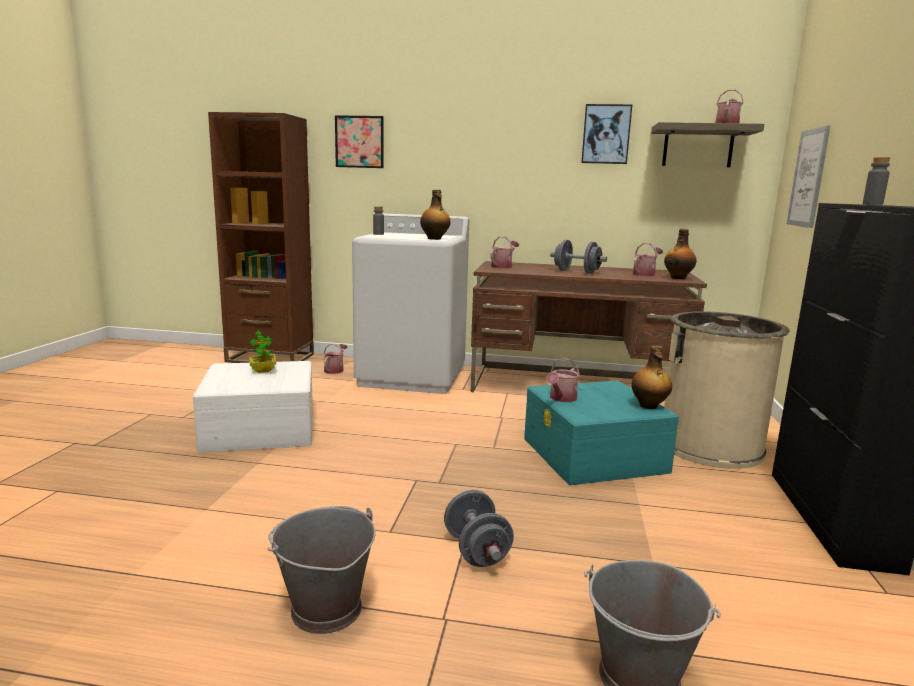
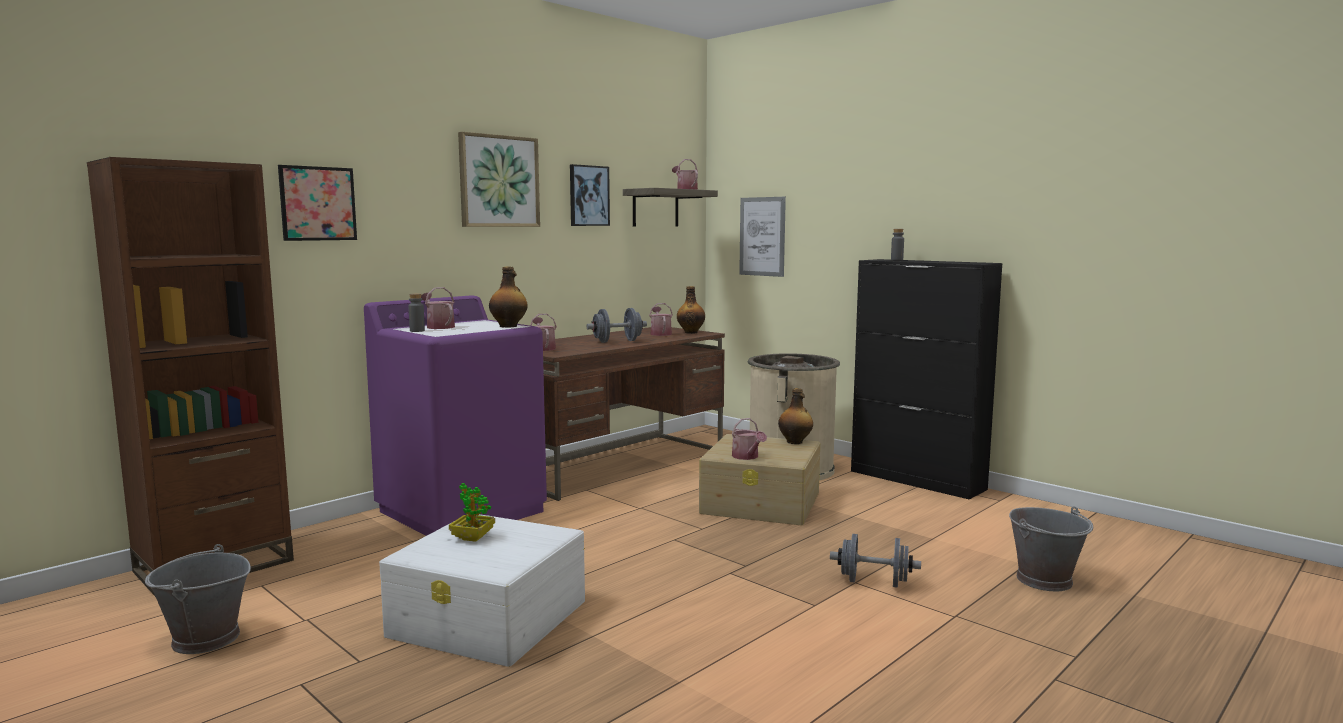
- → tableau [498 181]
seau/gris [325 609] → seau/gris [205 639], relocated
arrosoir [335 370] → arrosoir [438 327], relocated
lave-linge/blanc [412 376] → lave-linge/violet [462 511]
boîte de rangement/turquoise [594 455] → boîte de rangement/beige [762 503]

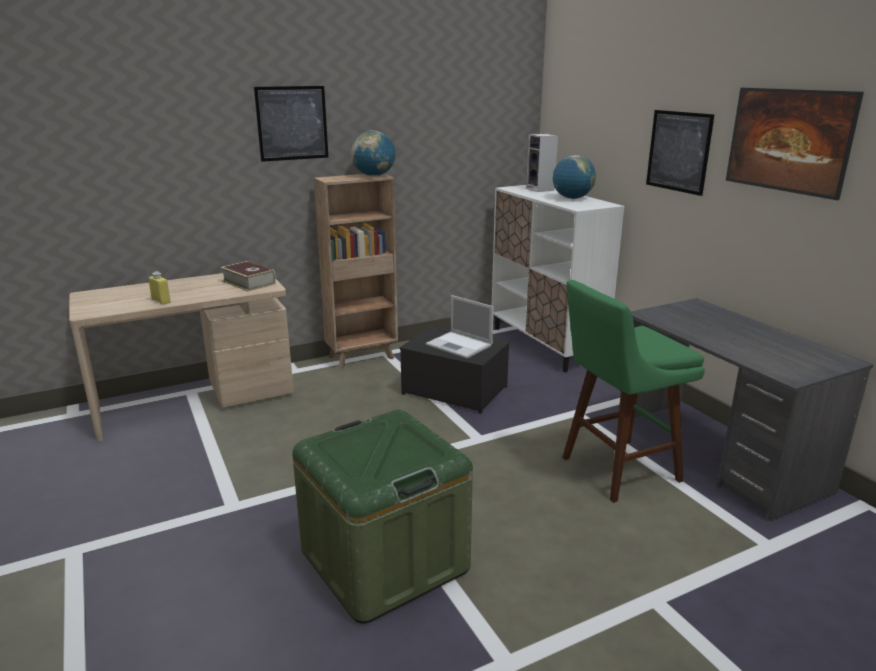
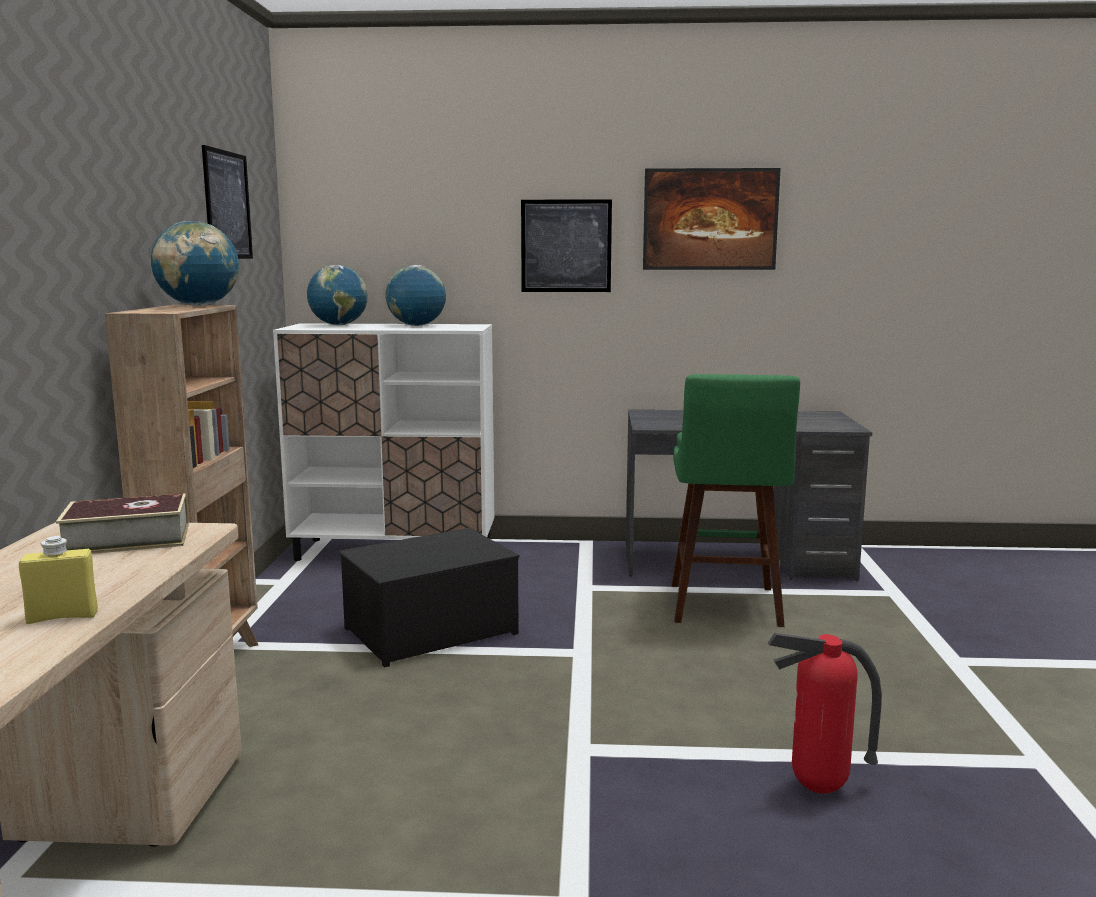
ordinateur portable [460 345] → -
tableau [292 123] → tableau [227 205], relocated
boîte de rangement/vert [384 560] → extincteur [819 789]
enceinte [541 189] → globe [338 325]

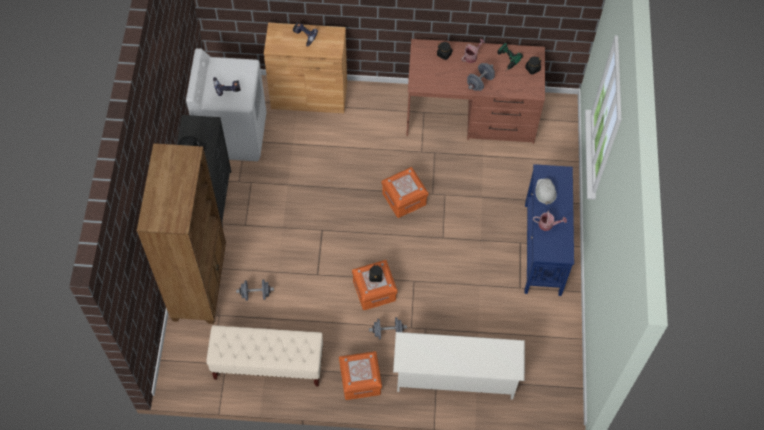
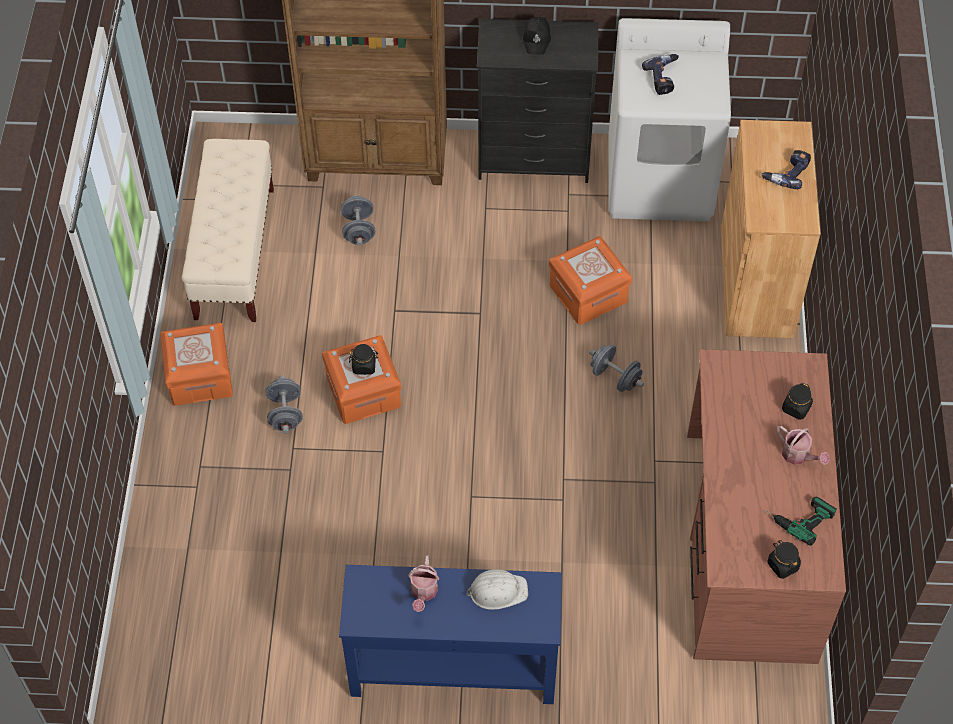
étagère à chaussures/blanc [455 376] → -
boîte de rangement/orange [404 199] → boîte de rangement/orange [588 293], relocated
haltère/gris [480 82] → haltère/gris [615 377], relocated

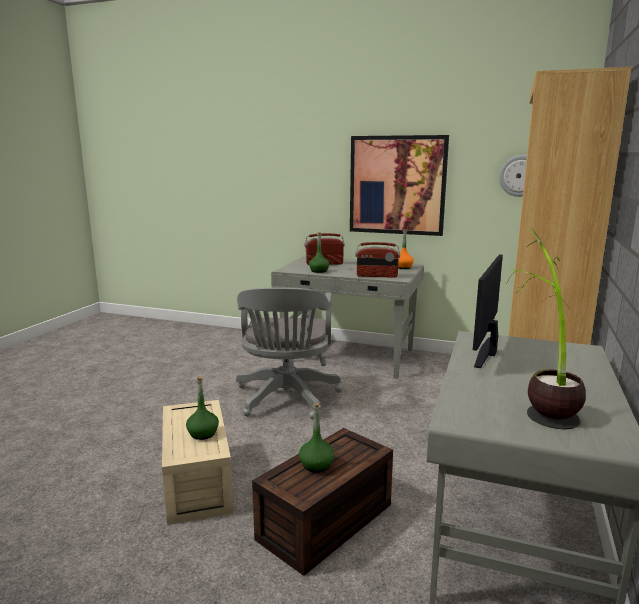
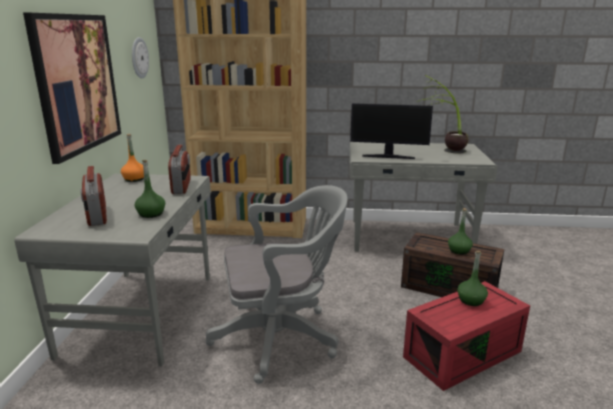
boîte de rangement/beige [199 482] → boîte de rangement/rouge [462 352]

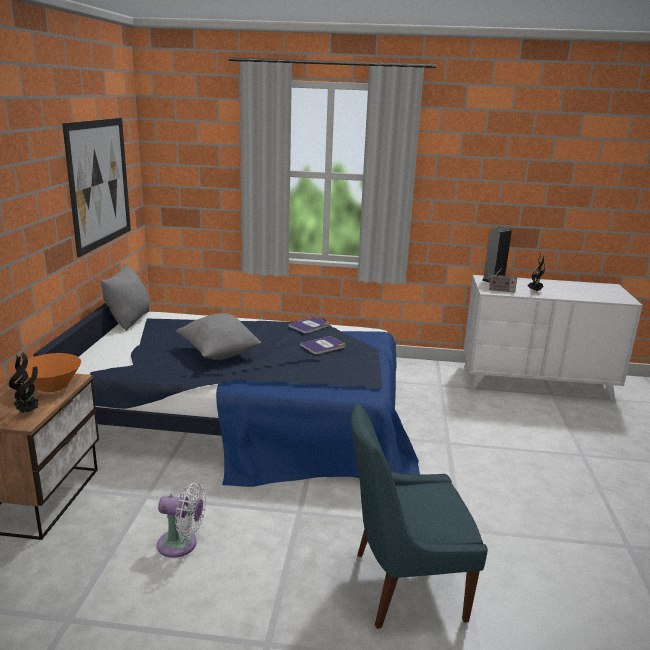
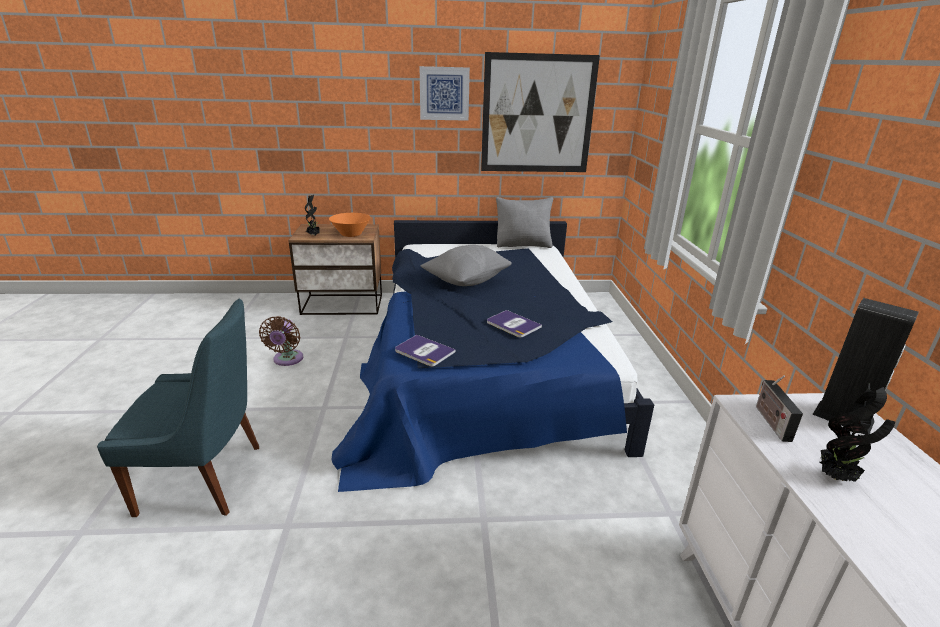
- → tableau [444 93]
livre [309 326] → livre [424 351], relocated
ventilateur/blanc [181 544] → ventilateur/marron [287 360]
chaise/bleu [403 586] → chaise/bleu [207 479], 105 degrees clockwise

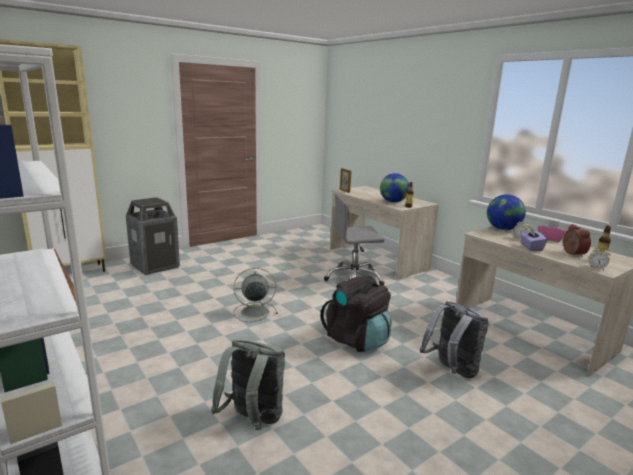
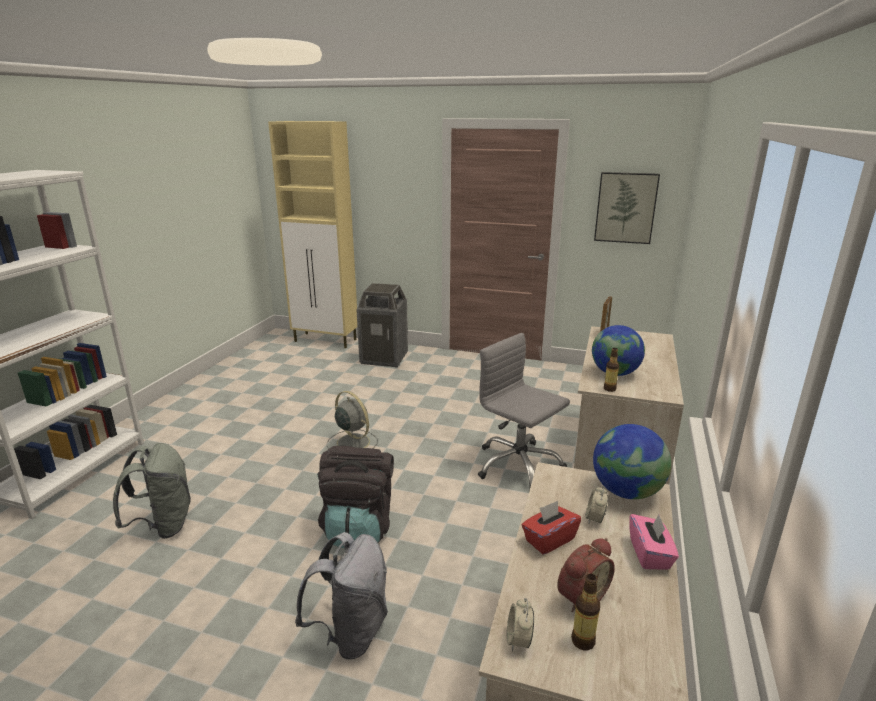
- → tableau [625 208]
boîte à mouchoirs/violet [531 247] → boîte à mouchoirs/rouge [549 540]

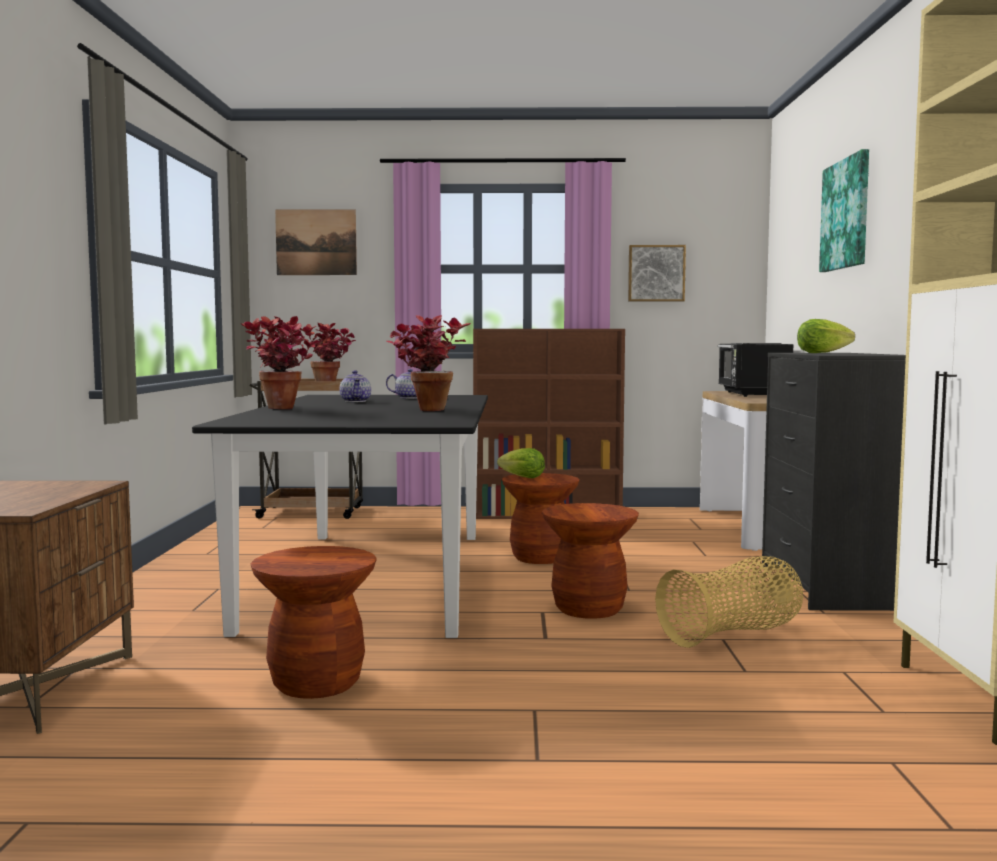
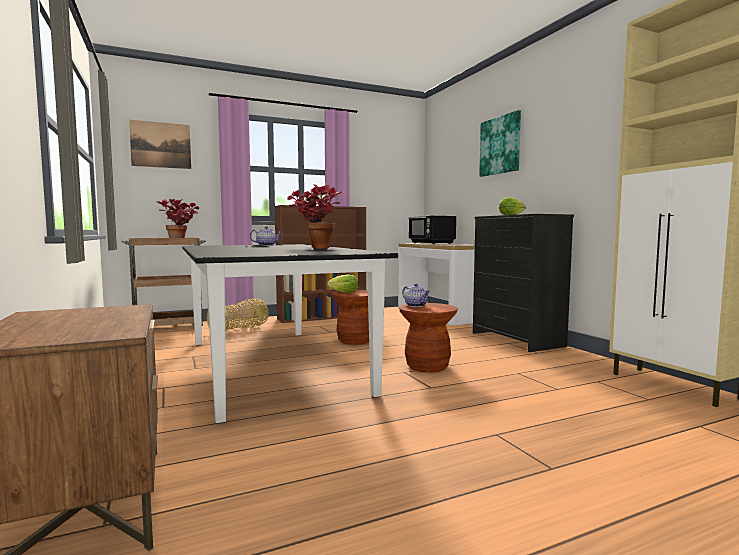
plante en pot [281 409] → -
tabouret/marron [316 683] → -
tableau [656 273] → -
théière [356 401] → théière [416 305], relocated
panier [732 634] → panier [240 330], relocated

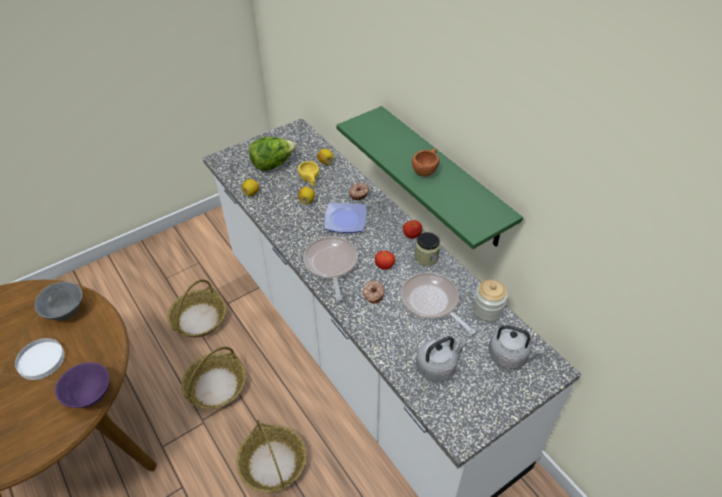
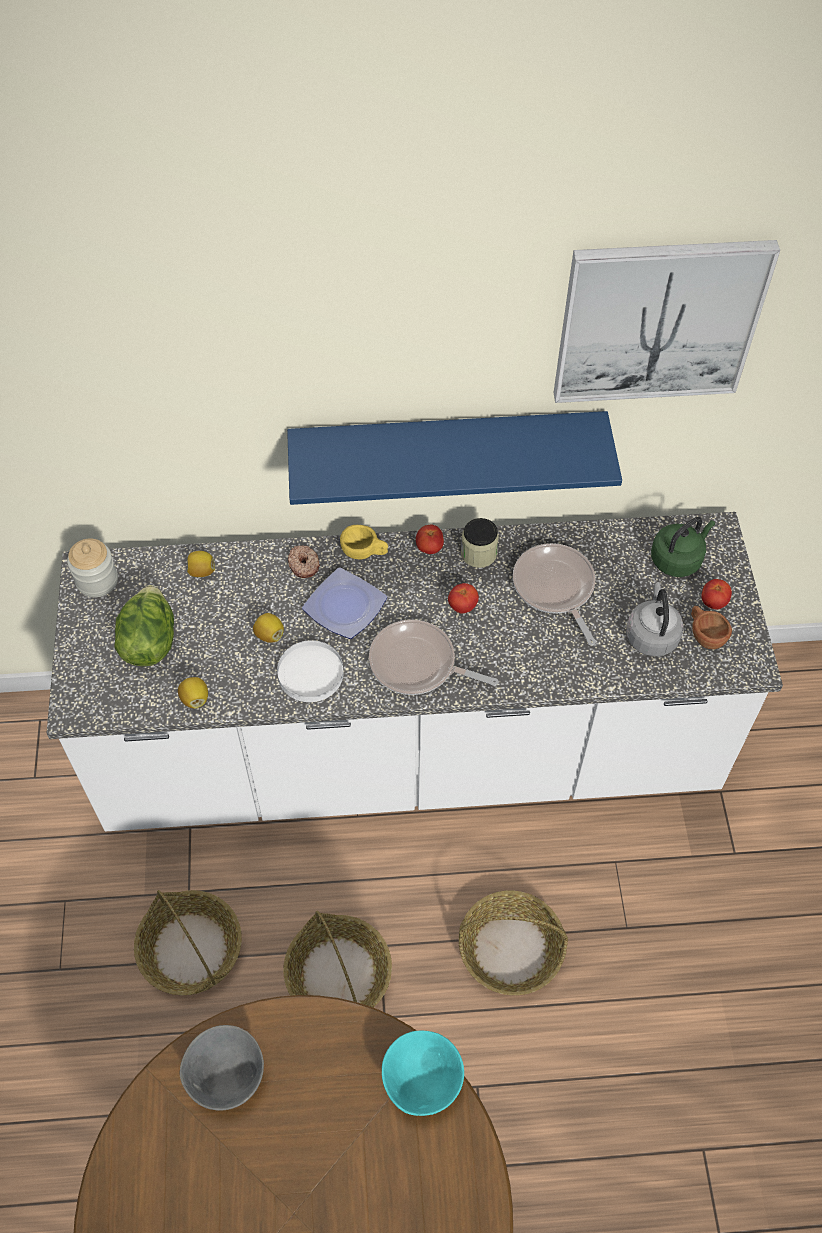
beignet [373 294] → -
- → tableau [658 320]
- → tomate [713 602]
assiette/blanc [40 360] → assiette/blanc [310 674], relocated
tasse/jaune [310 180] → tasse/jaune [364 552], relocated
tasse/marron [426 170] → tasse/marron [704 635], relocated
bocal [487 310] → bocal [97 580], relocated
bol/violet [90 397] → bol/turquoise [424 1081]
étagère/vert [443 177] → étagère/bleu [447 447]
bouilloire/gris [510 356] → bouilloire/vert [677 559]
poêle [432 302] → poêle [555 588], 75 degrees clockwise

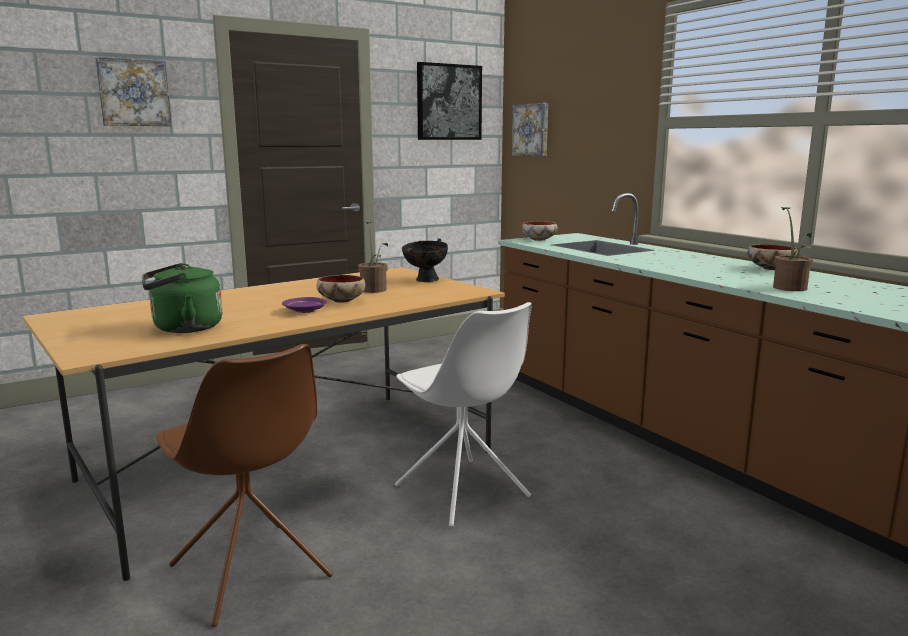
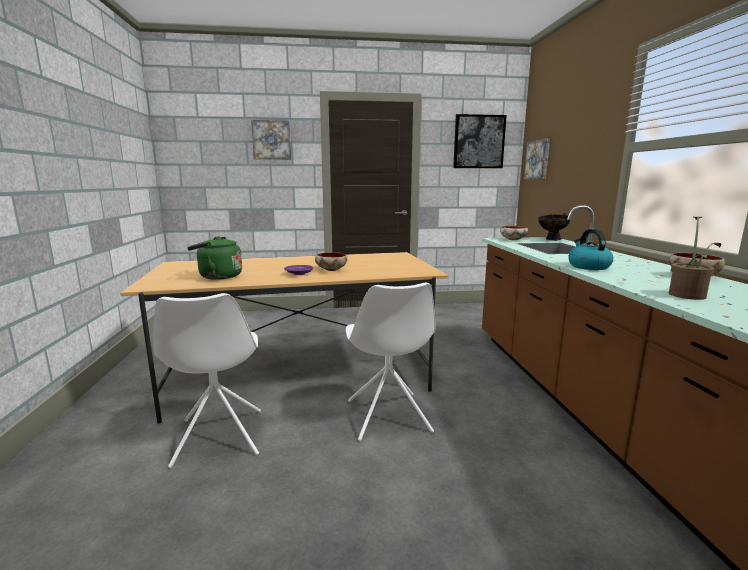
plante en pot [374 289] → -
- → bouilloire [588 266]
bol/noir [424 281] → bol/noir [551 240], relocated
chaise/marron [251 573] → chaise/blanc [218 438]

